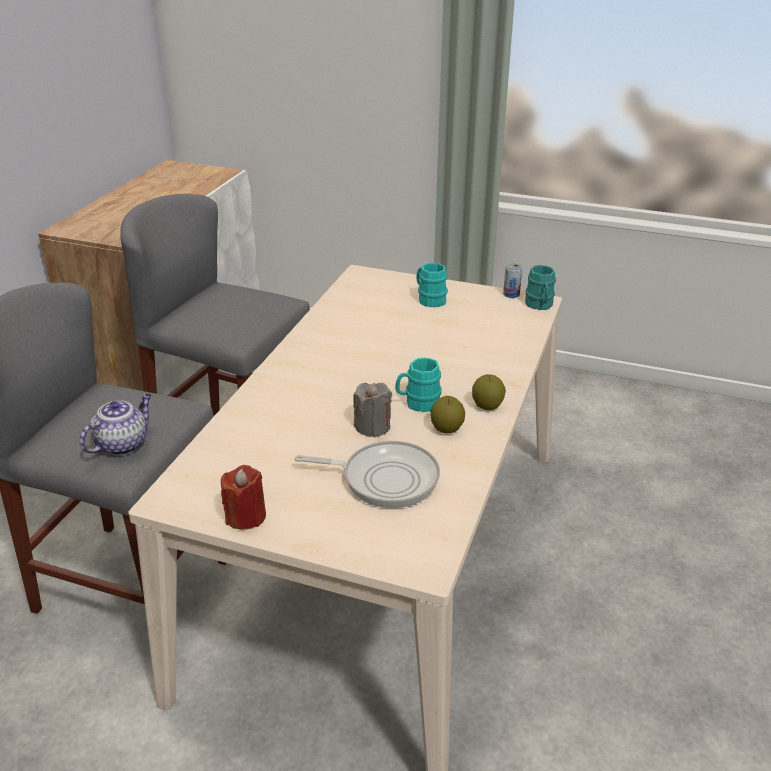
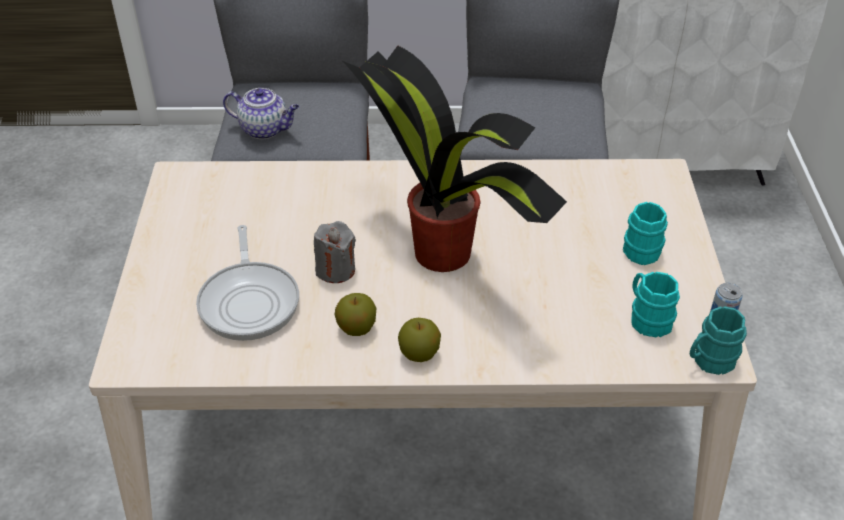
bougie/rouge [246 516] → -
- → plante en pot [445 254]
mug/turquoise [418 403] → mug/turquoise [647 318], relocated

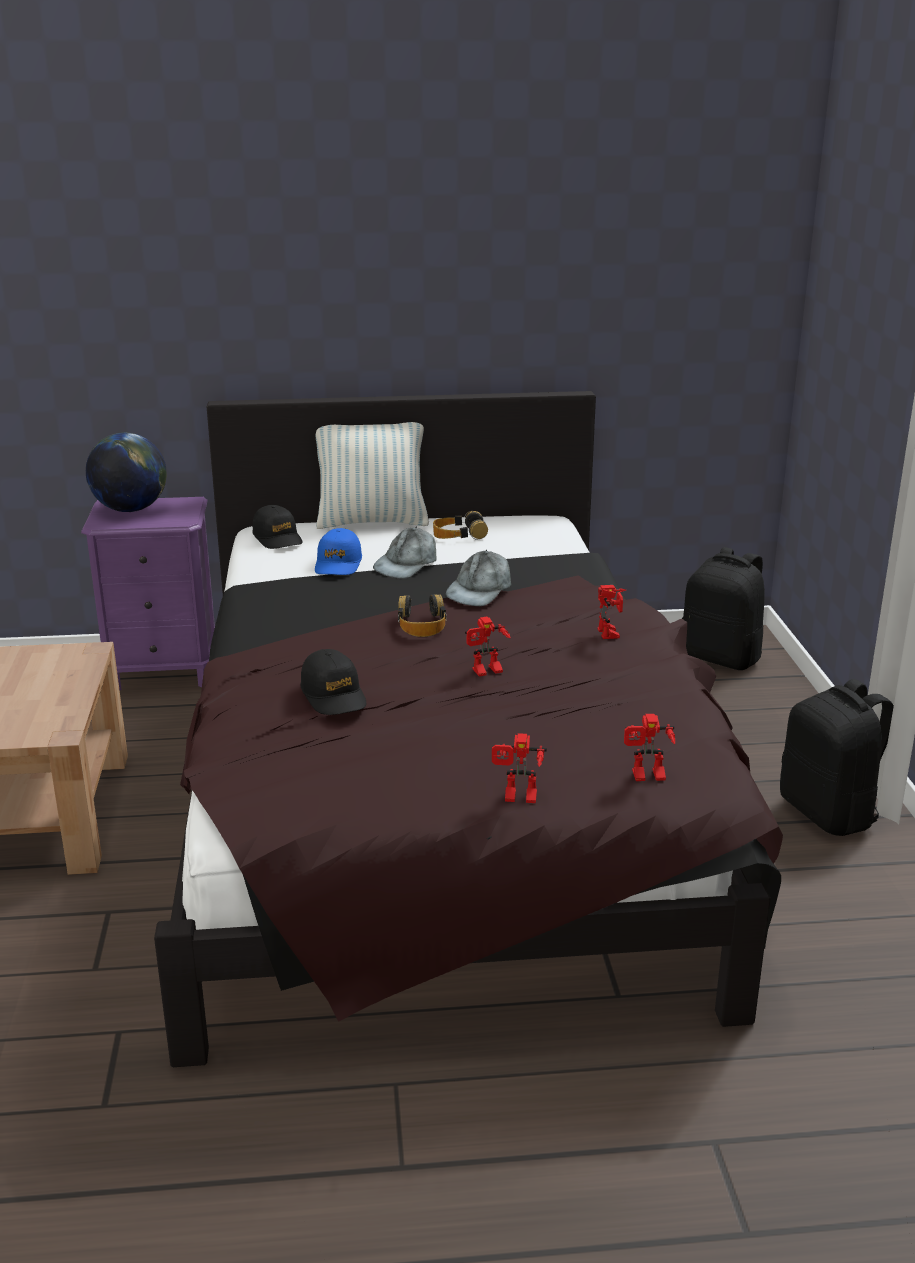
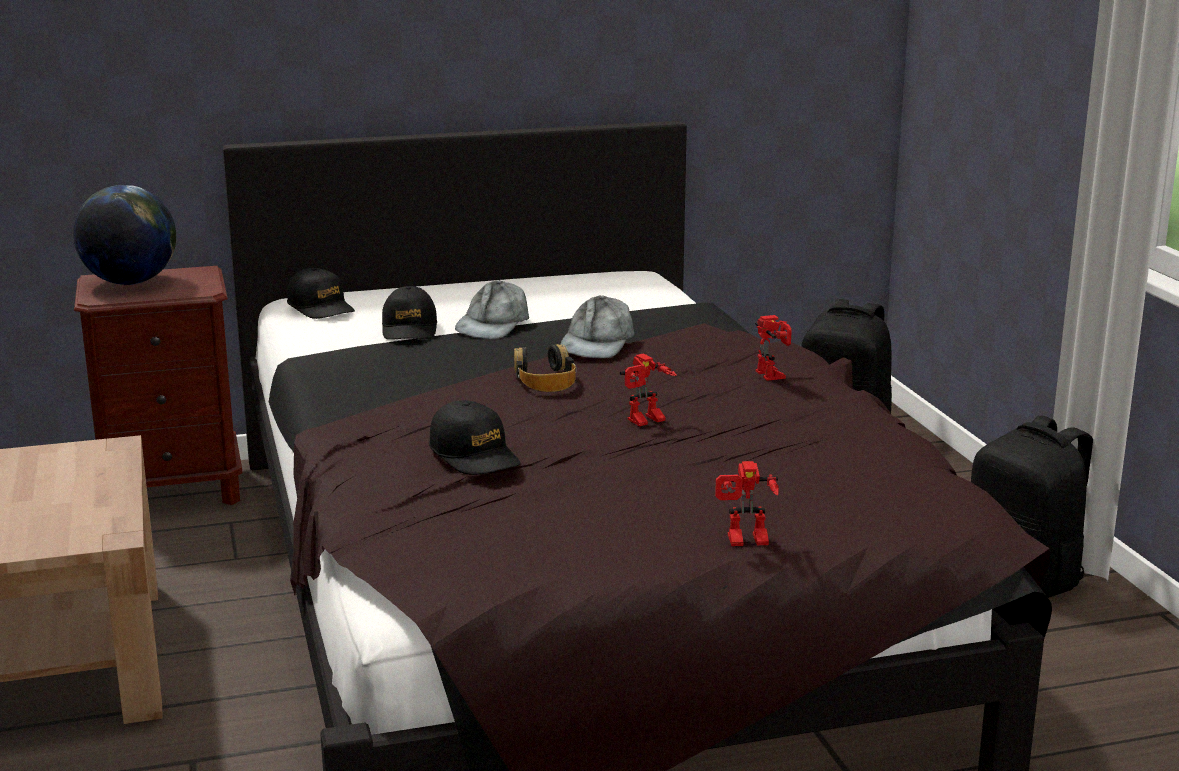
coussin [372 522] → -
casque audio [459 534] → -
robot jouet [647 777] → -
table de chevet/violet [163 673] → table de chevet/marron [172 491]
casquette/bleu [338 564] → casquette/noir [410 329]

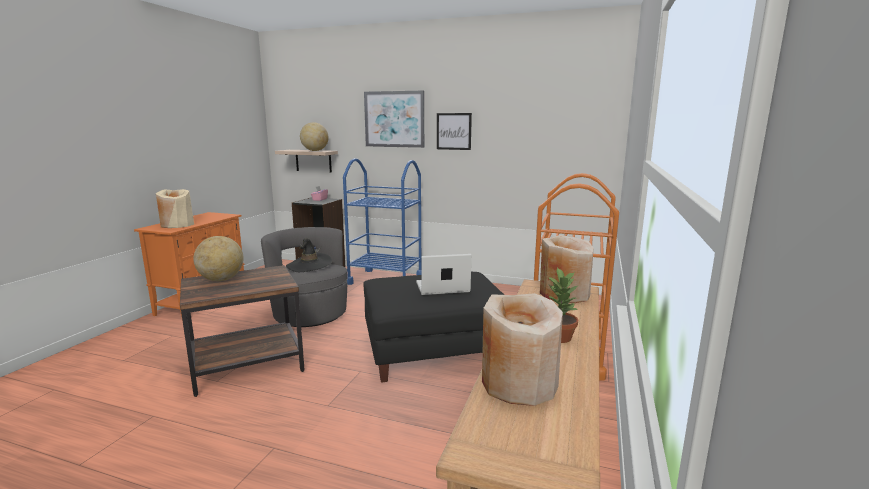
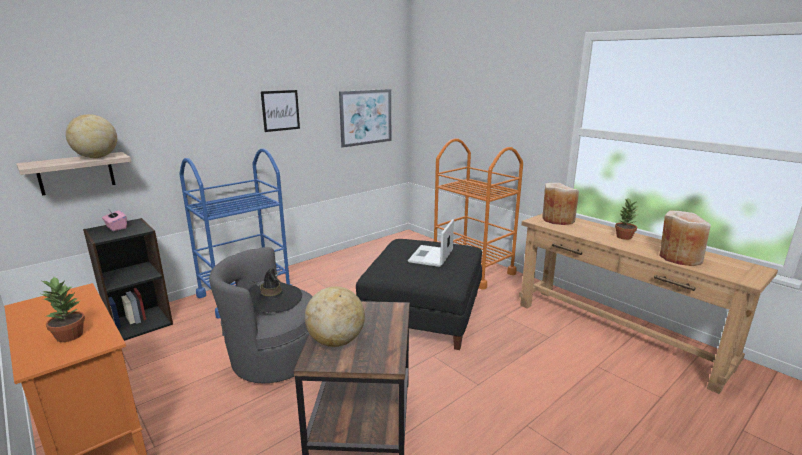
tableau [394 119] → tableau [366 117], relocated
vase/beige [177 225] → plante en pot [69 335]

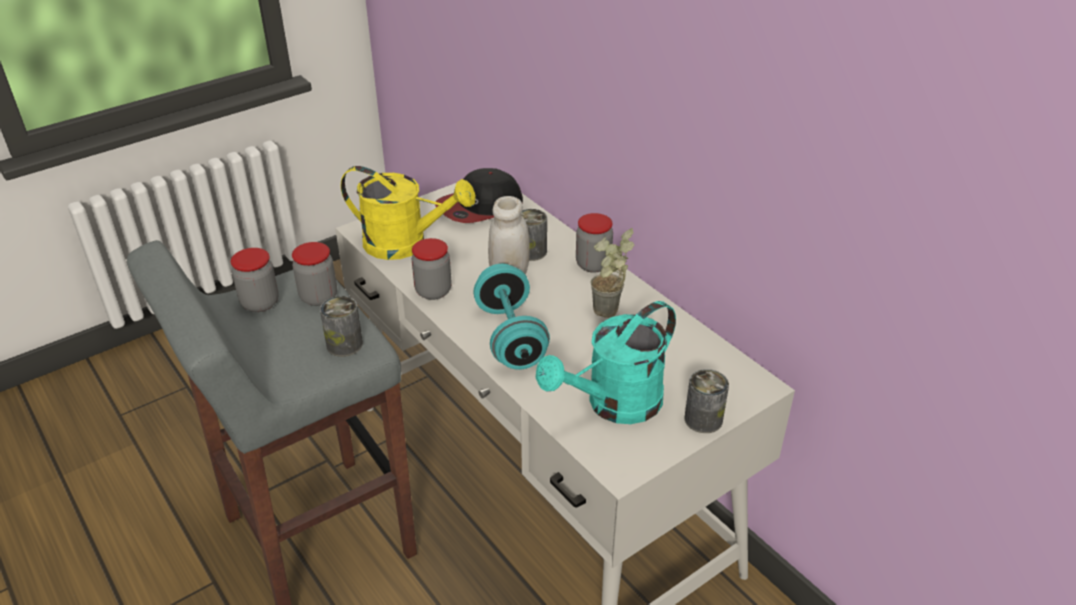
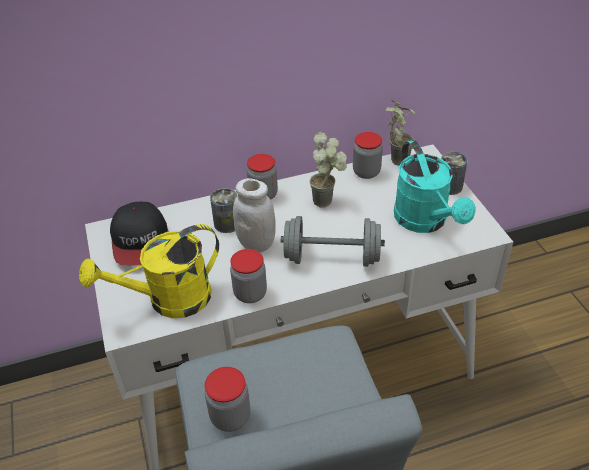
boîte métallique [344 344] → -
- → plante en pot [394 159]
bocal [318 297] → bocal [366 172], relocated
haltère/turquoise [511 337] → haltère/gris [332 258]
arrosoir/jaune [406 244] → arrosoir/jaune [169 300], 150 degrees counterclockwise

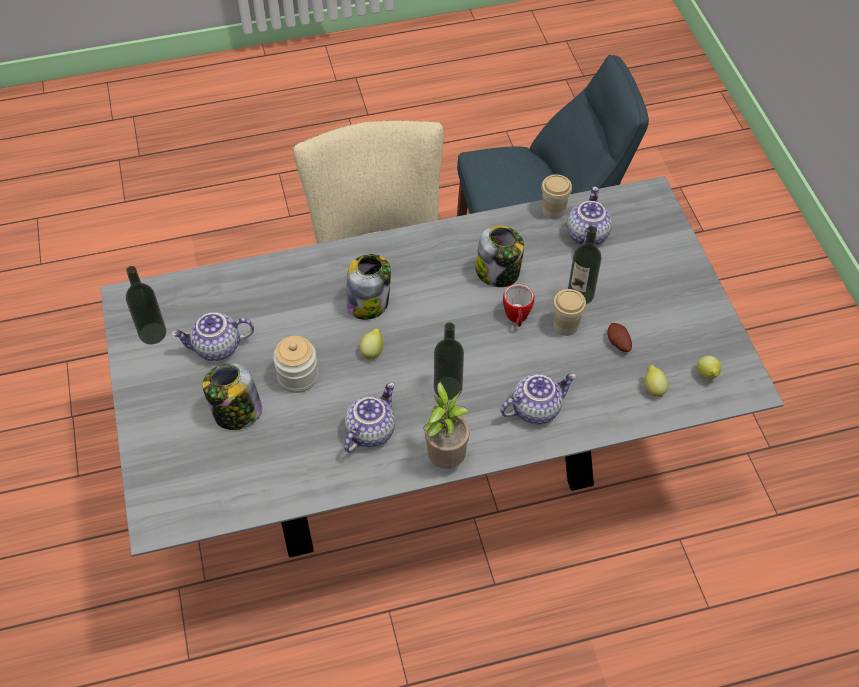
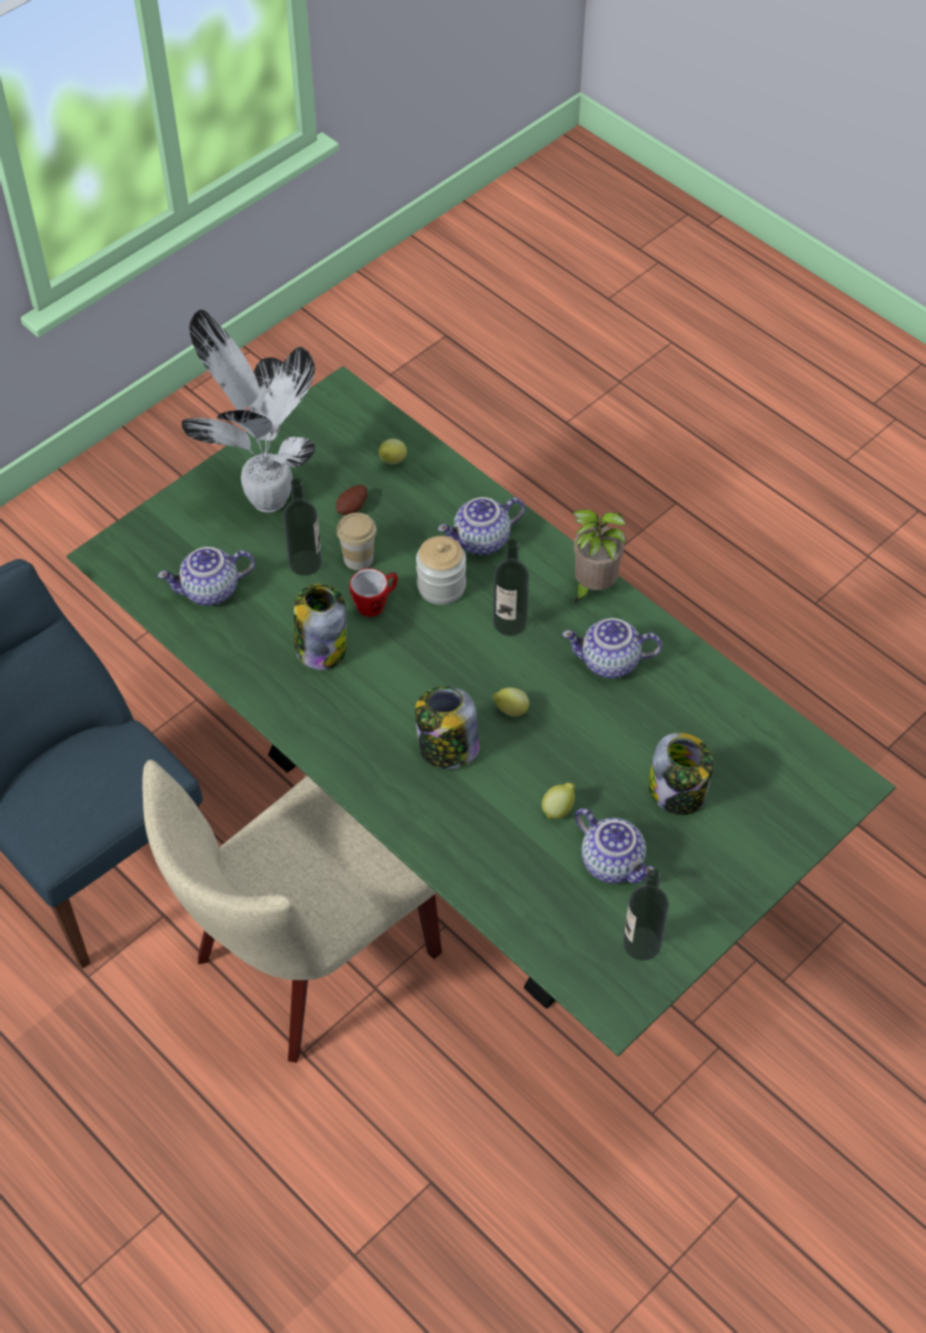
tasse [553 211] → -
- → plante en pot [266 497]
bocal [298 376] → bocal [441 586], relocated
citron [707 375] → citron [558 809], relocated
table à manger/gris [429 461] → table à manger/vert [463 820]
théière [535 408] → théière [481 541], 60 degrees counterclockwise

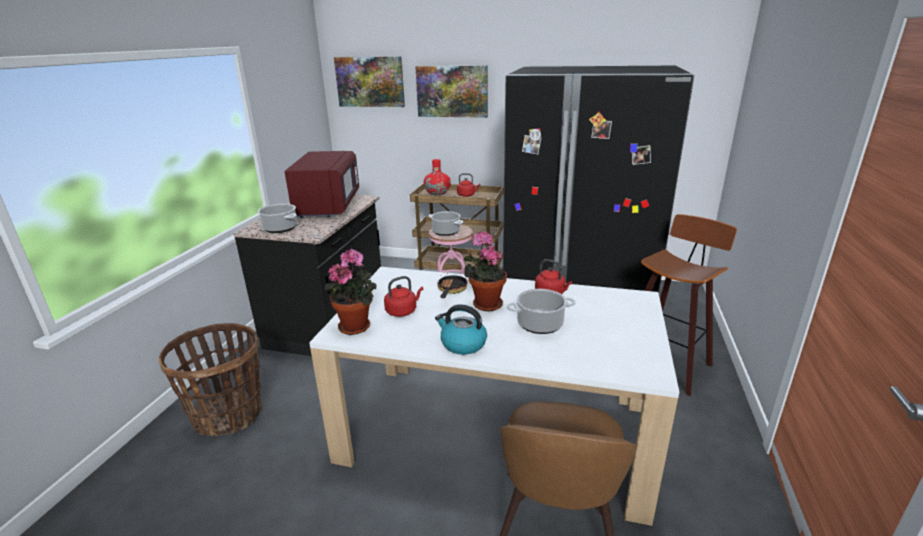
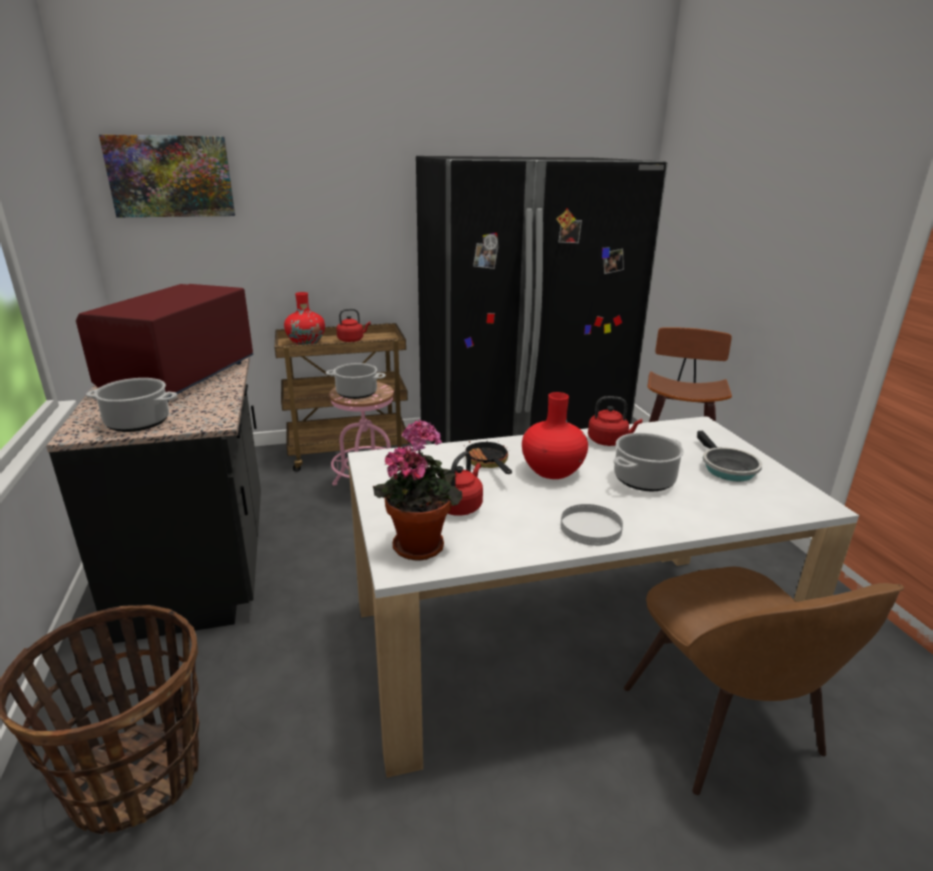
tableau [452 91] → -
- → poêle [726 468]
bouilloire [462 344] → assiette/blanc [591 528]
plante en pot [485 304] → vase/rouge [552 471]
micro-ondes/rouge [328 206] → micro-ondes/rouge [182 377], 135 degrees counterclockwise

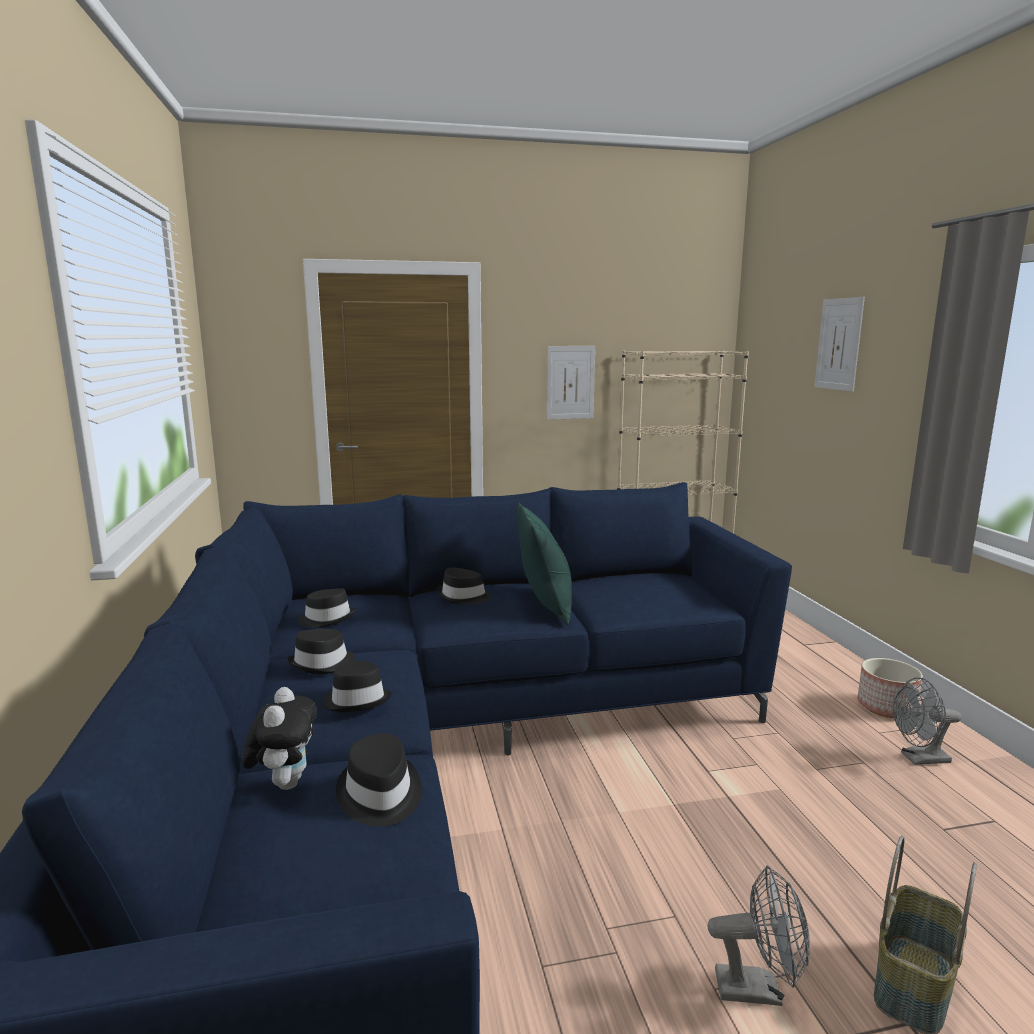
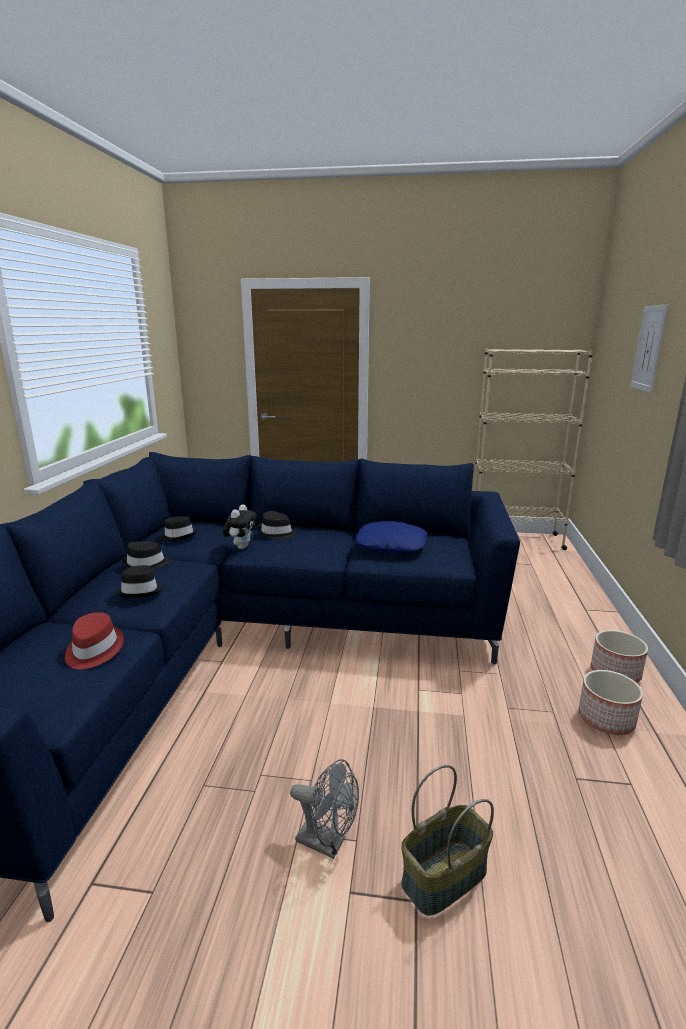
coussin/vert [545 606] → -
tableau [570 382] → -
- → coussin/bleu [391 544]
peluche [285 782] → peluche [241 547], relocated
ventilateur/gris [919 759] → cache-pot [606 720]
chapeau/noir [379 794] → chapeau/rouge [93 650]

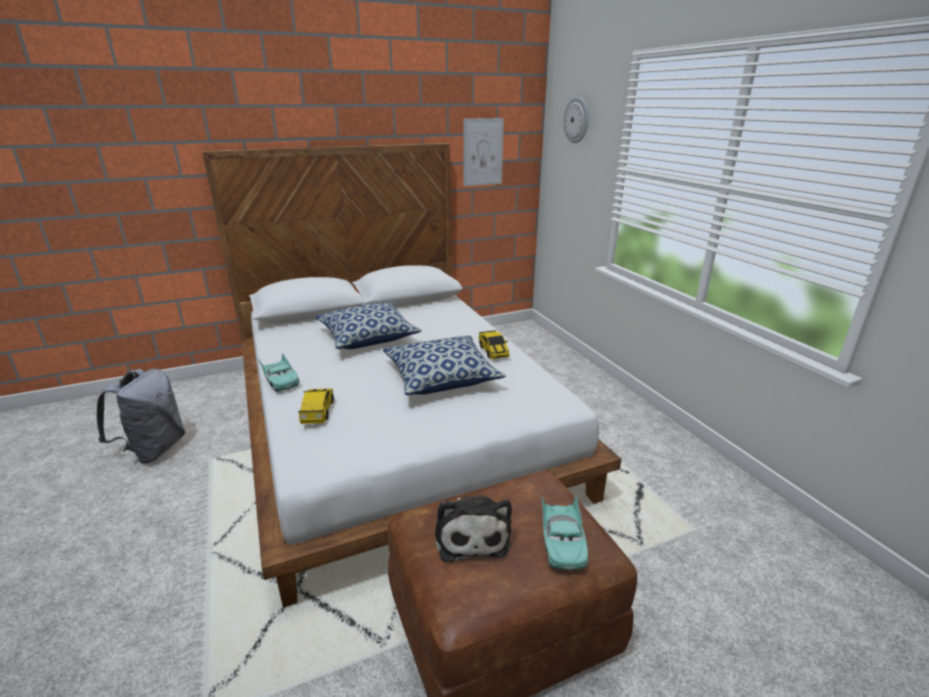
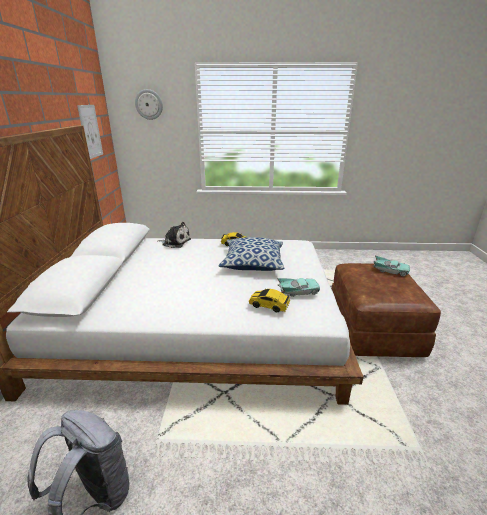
coussin [368 338] → -
petite voiture/turquoise [280 380] → petite voiture/turquoise [298 291], relocated
peluche [471 534] → peluche [175 242], relocated

